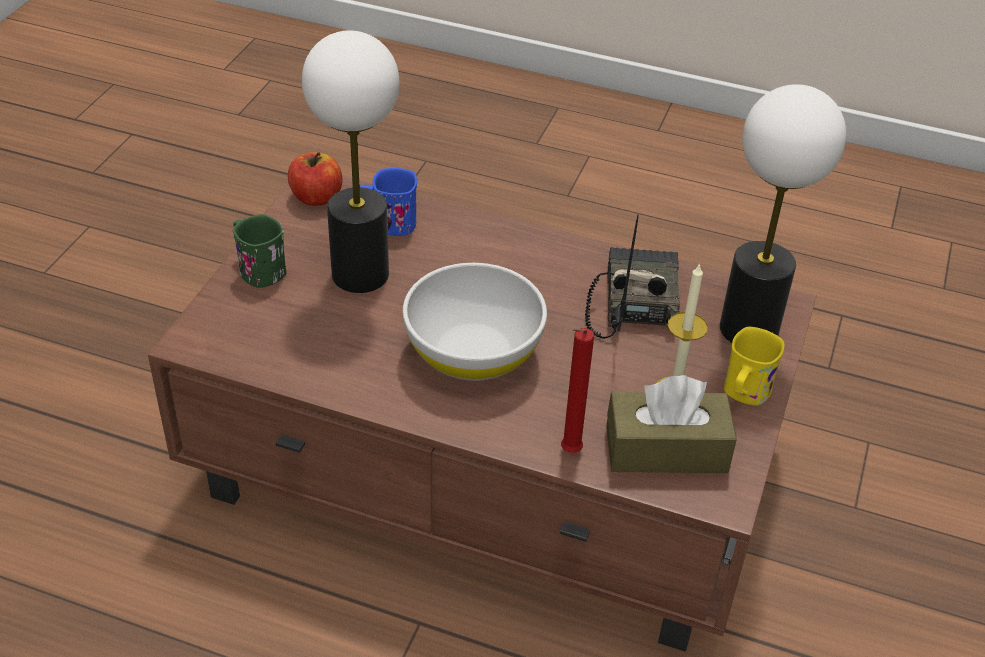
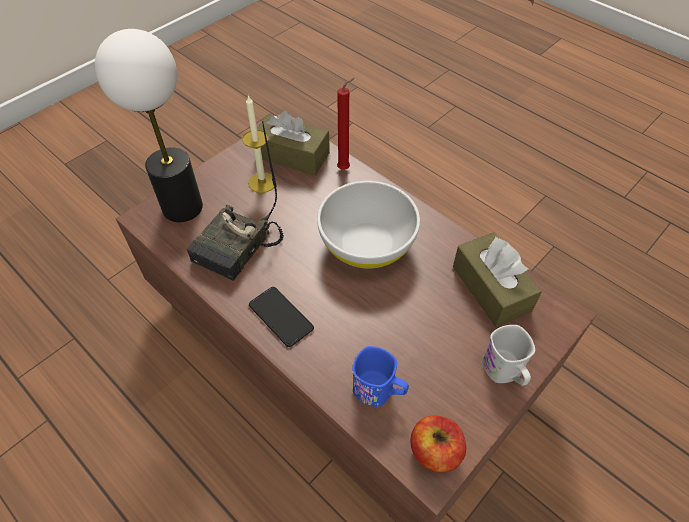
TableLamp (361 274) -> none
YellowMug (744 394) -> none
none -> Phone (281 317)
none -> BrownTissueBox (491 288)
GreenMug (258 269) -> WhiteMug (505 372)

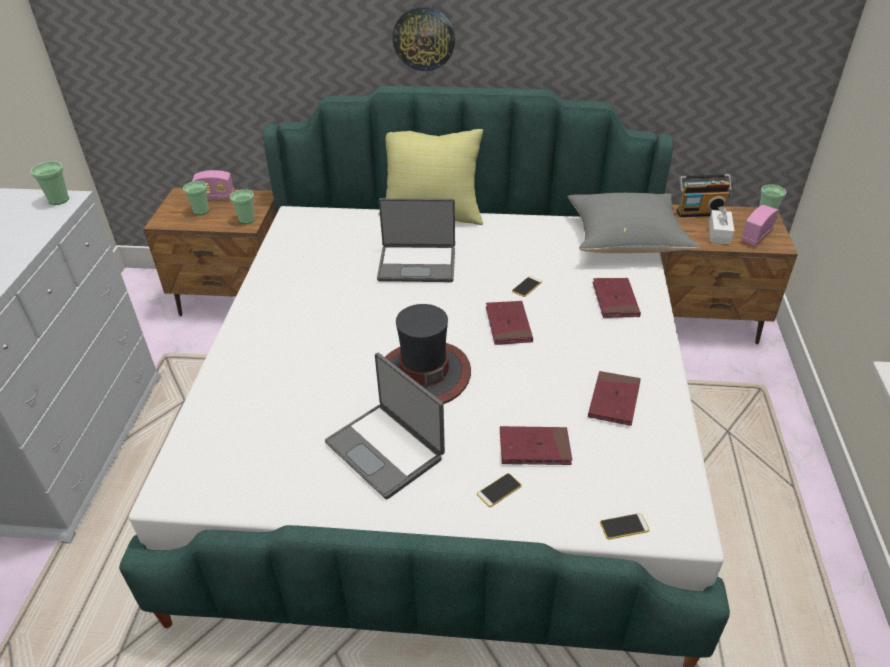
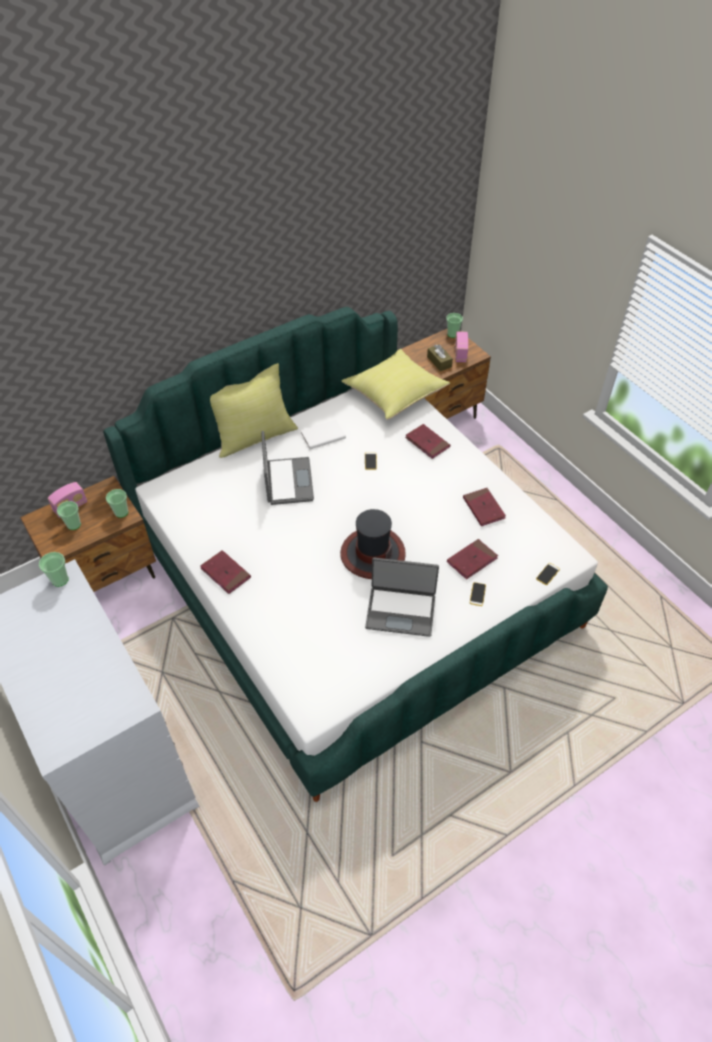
WallClock (424 38) -> none
Radio (699 211) -> none
none -> WhiteBook (322 435)
RedBook (508 325) -> RedBook (225 573), shifted
GreyPillow (626 240) -> YellowPillow (394 394)
WhiteTissueBox (719 233) -> BrownTissueBox (439 362)
Laptop (417 264) -> Laptop (287 482), 60 degrees counterclockwise

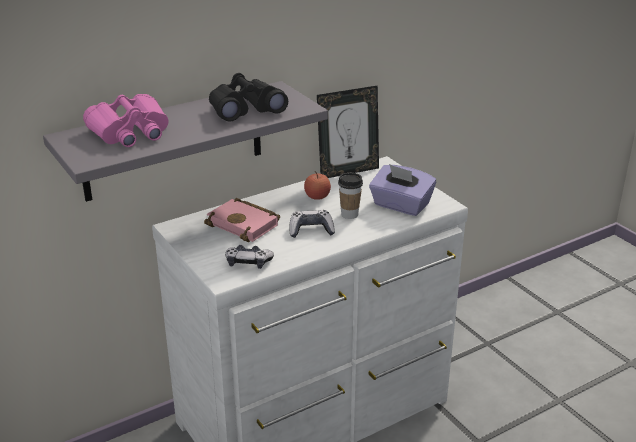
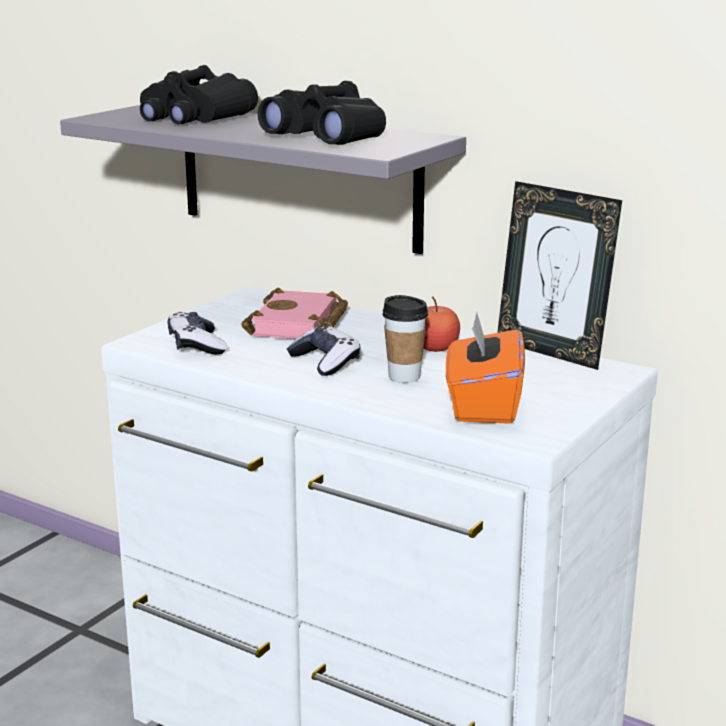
PinkBinoculars (130 132) -> BlackBinoculars (193 117)
PurpleTissueBox (401 205) -> OrangeTissueBox (483 405)

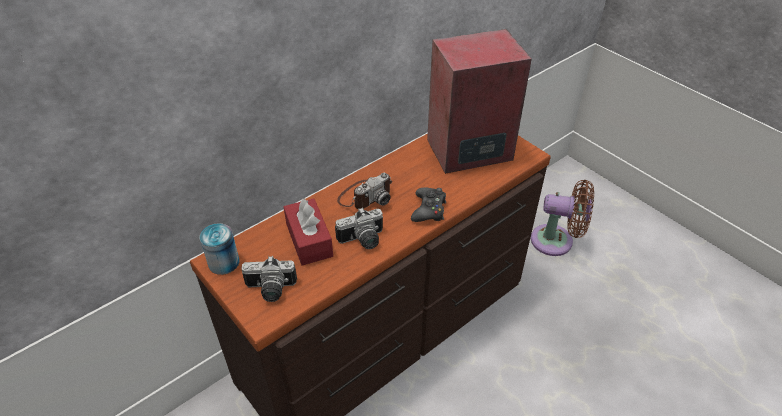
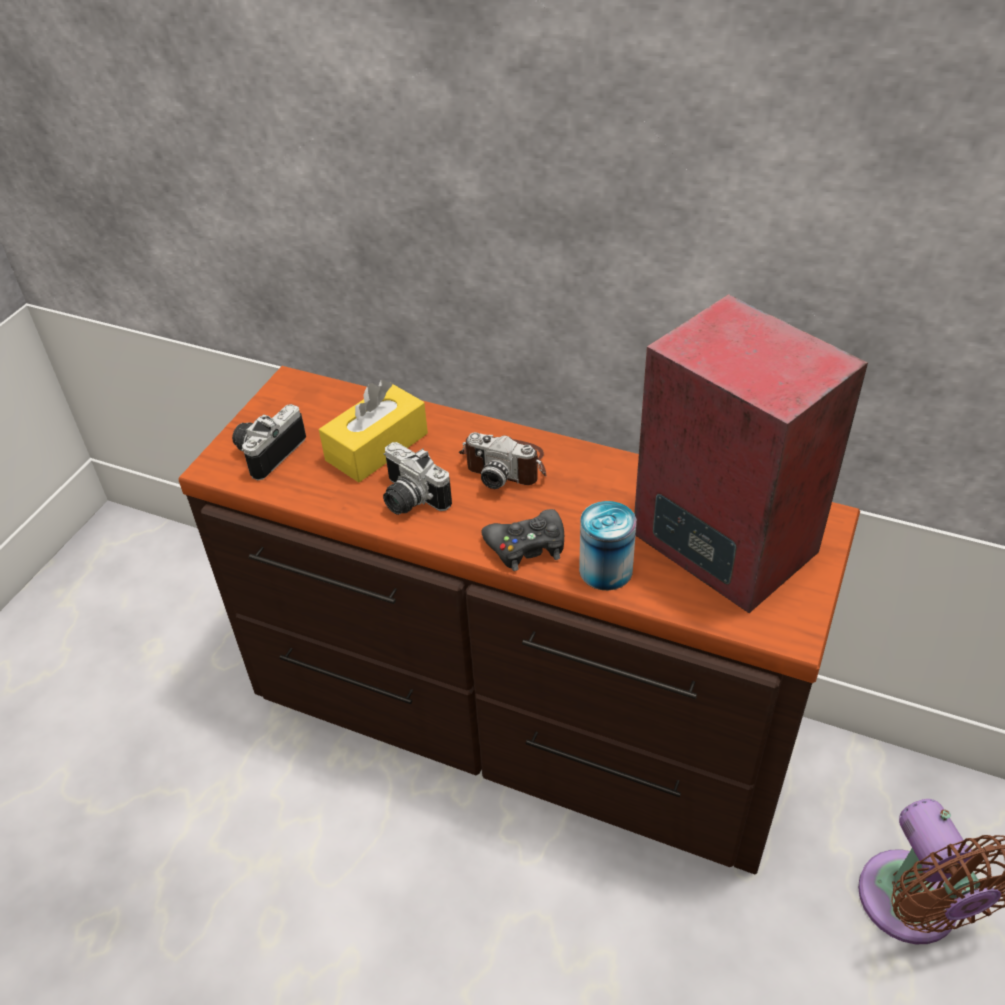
Can (224 262) -> Can (605 570), shifted
RedTissueBox (309 240) -> YellowTissueBox (377 447)
PhotoCamera (270 290) -> PhotoCamera (266 452), 60 degrees clockwise

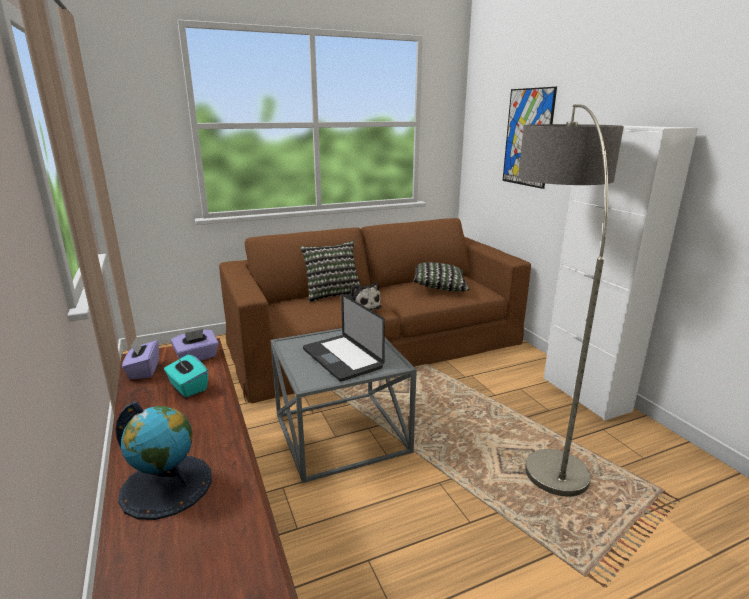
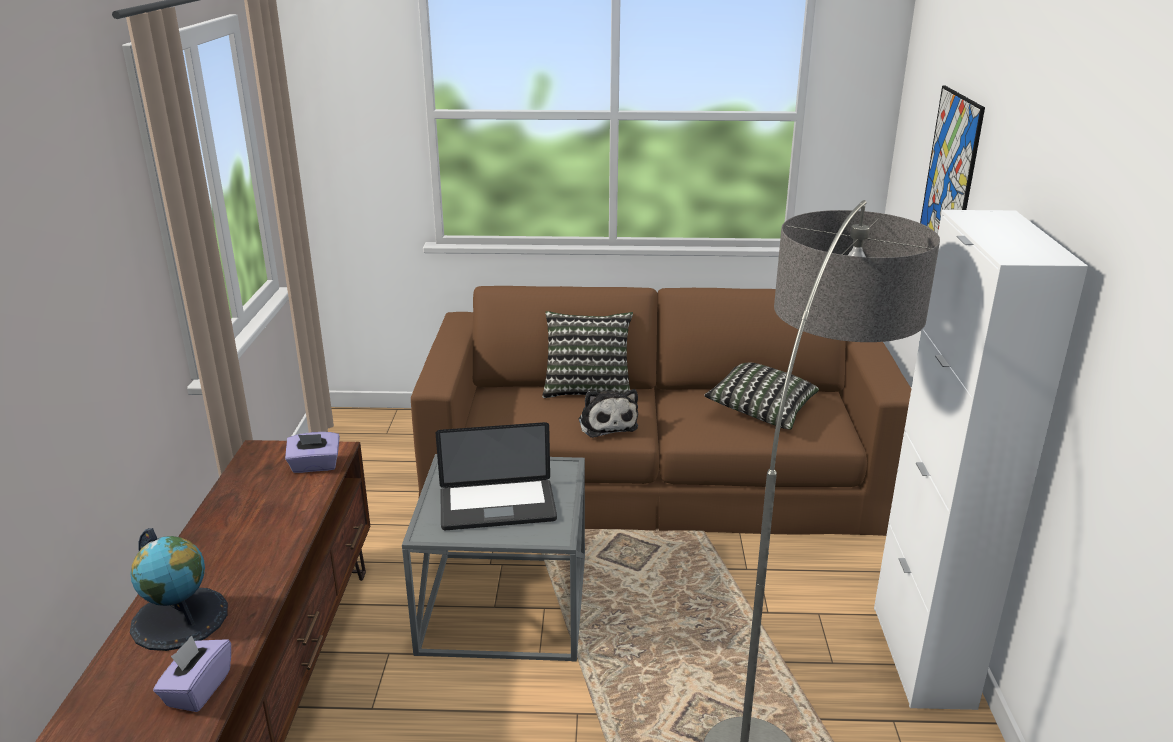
TurquoiseTissueBox (188 387) -> none
PurpleTissueBox (143 370) -> PurpleTissueBox (198 689), shifted
Laptop (342 358) -> Laptop (497 506), 90 degrees counterclockwise

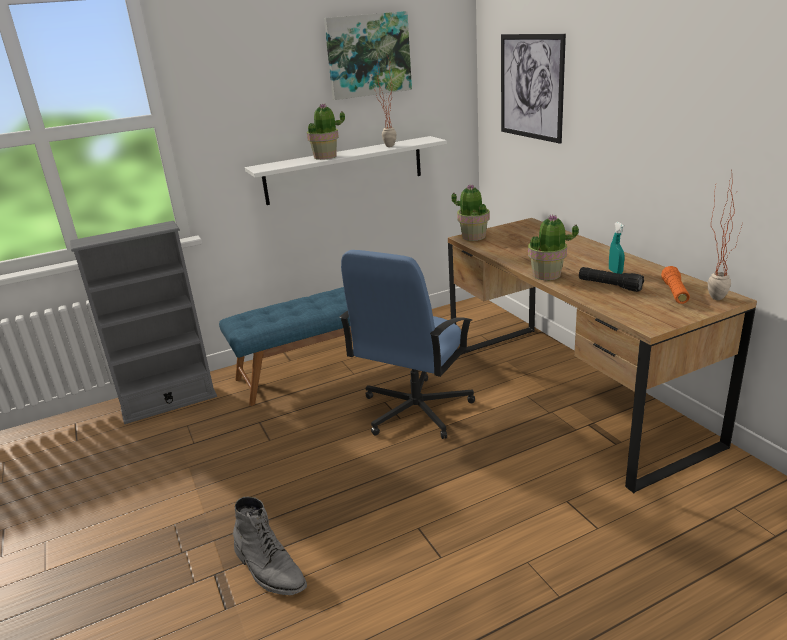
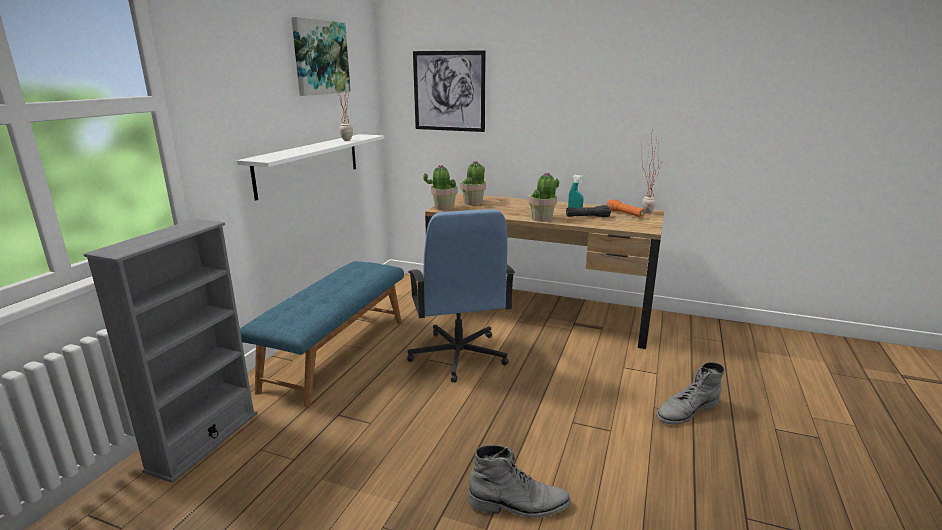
none -> GreyBoot (686 410)
PottedPlant (325 157) -> PottedPlant (473 203), shifted

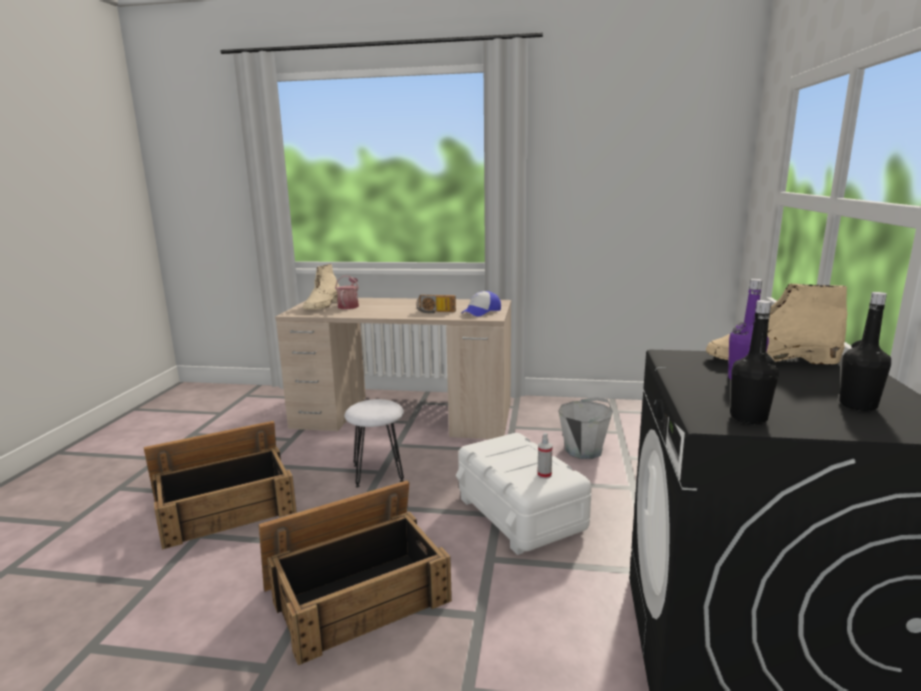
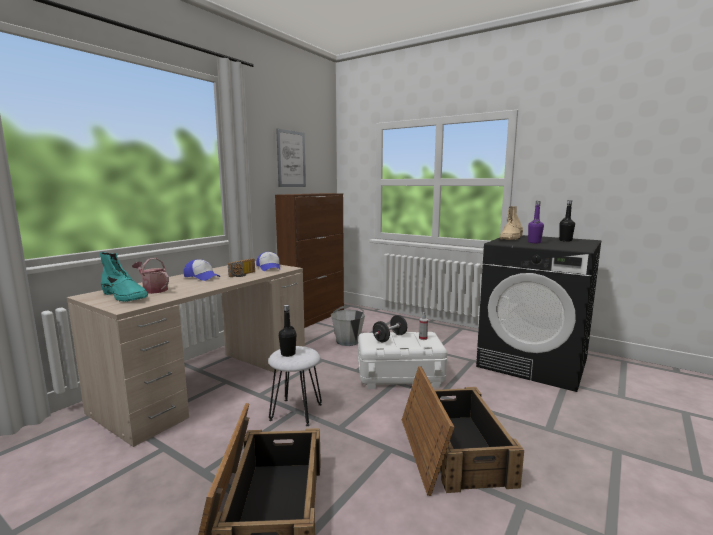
none -> Cap (202 277)
none -> BrownCabinet (314 317)
none -> Picture (291 159)
none -> BlackDumbbell (389 338)
BlackBottle (748 418) -> BlackBottle (288 354), shifted
BeigeBoot (323 305) -> TurquoiseBoot (125 296)

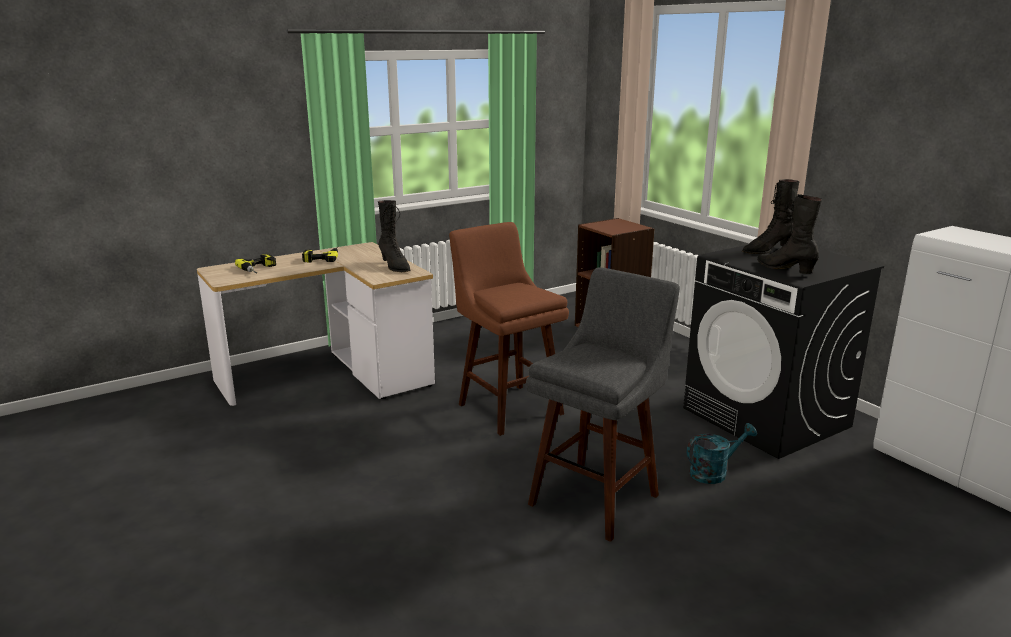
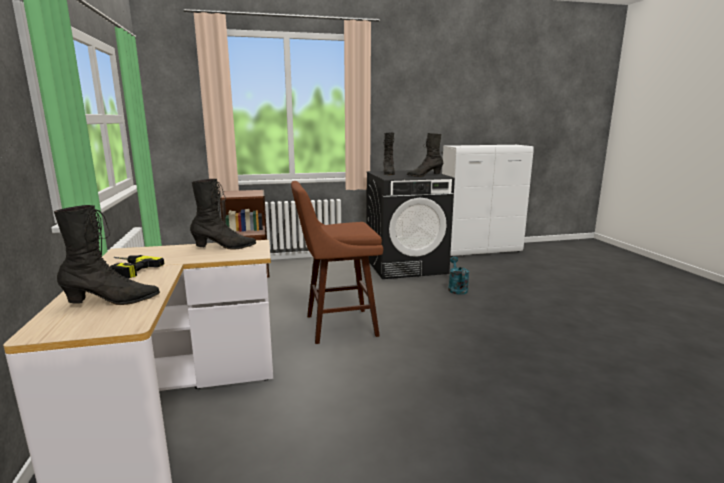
GreyStool (597 496) -> none
PowerDrill (260 269) -> BlackBoot (112 301)

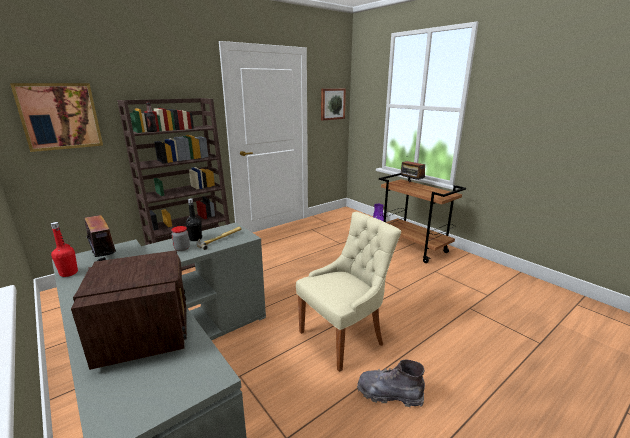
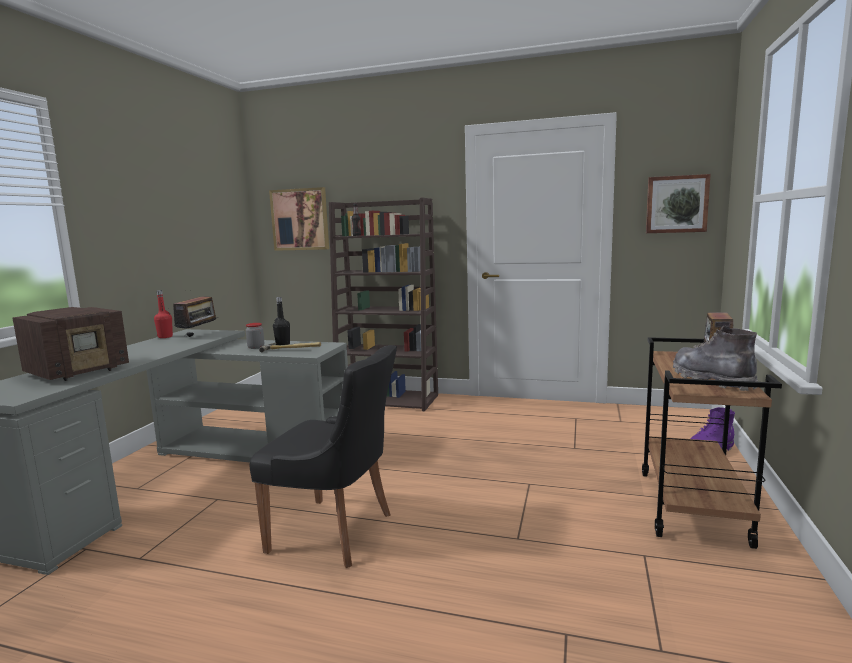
GreyBoot (389 394) -> GreyBoot (712 380), shifted
BeigeChair (344 337) -> BlackChair (336 532)

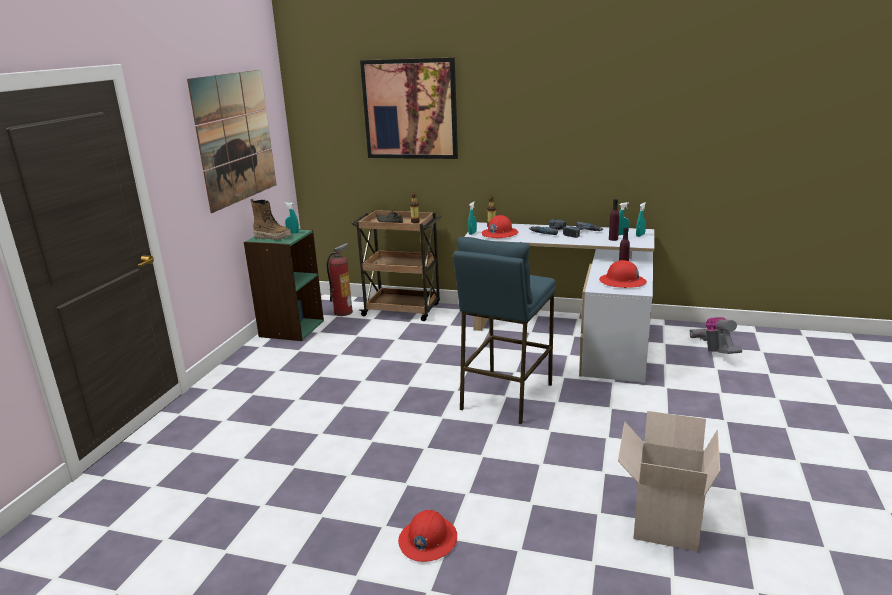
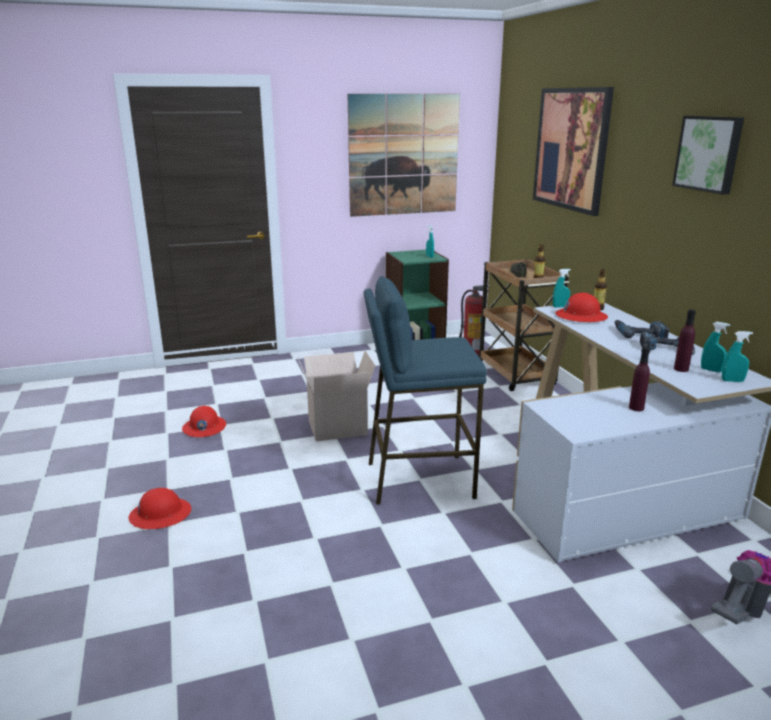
Boot (272 237) -> none
none -> Picture (709 153)
RedHardHat (622 282) -> RedHardHat (204 428), shifted
CardboardBox (663 520) -> CardboardBox (338 426), shifted

